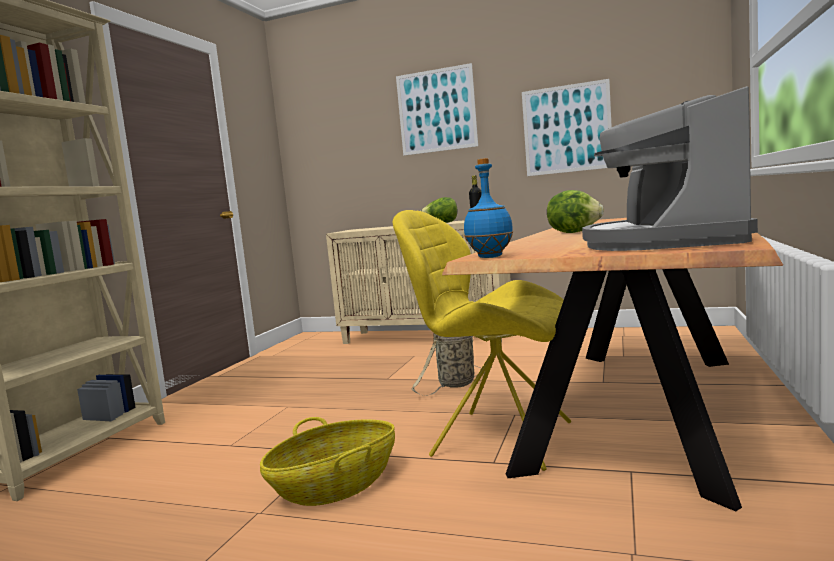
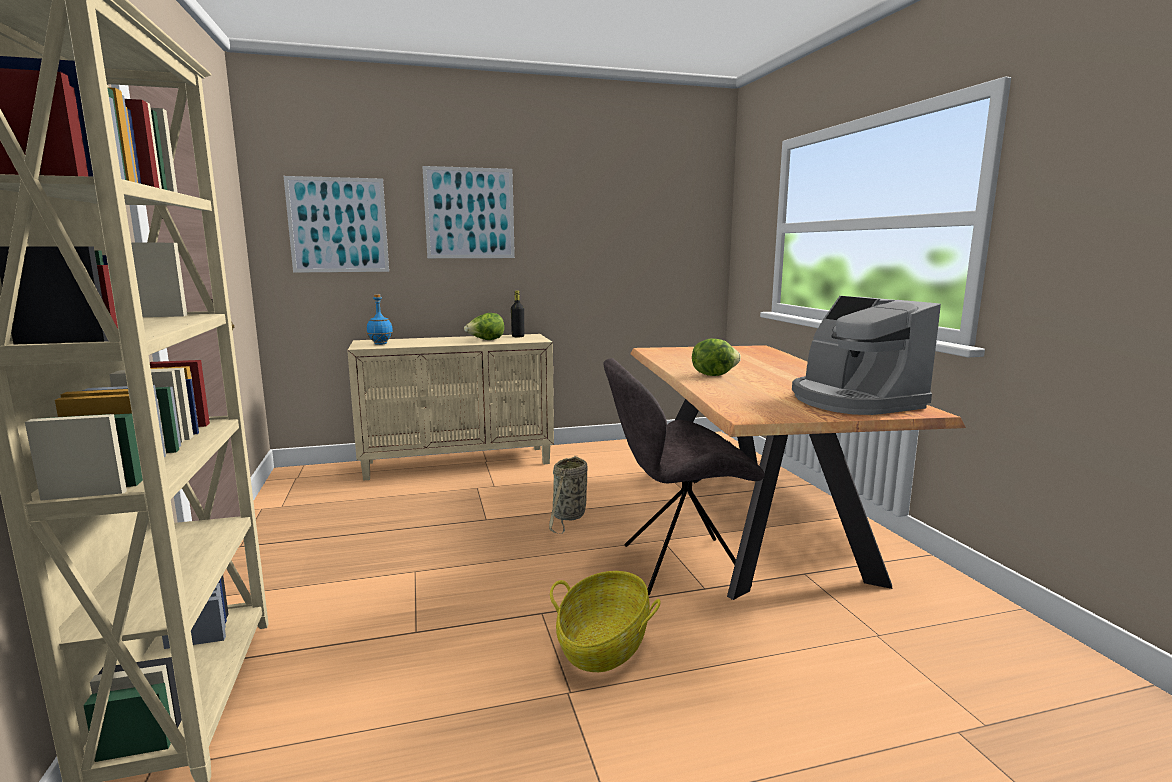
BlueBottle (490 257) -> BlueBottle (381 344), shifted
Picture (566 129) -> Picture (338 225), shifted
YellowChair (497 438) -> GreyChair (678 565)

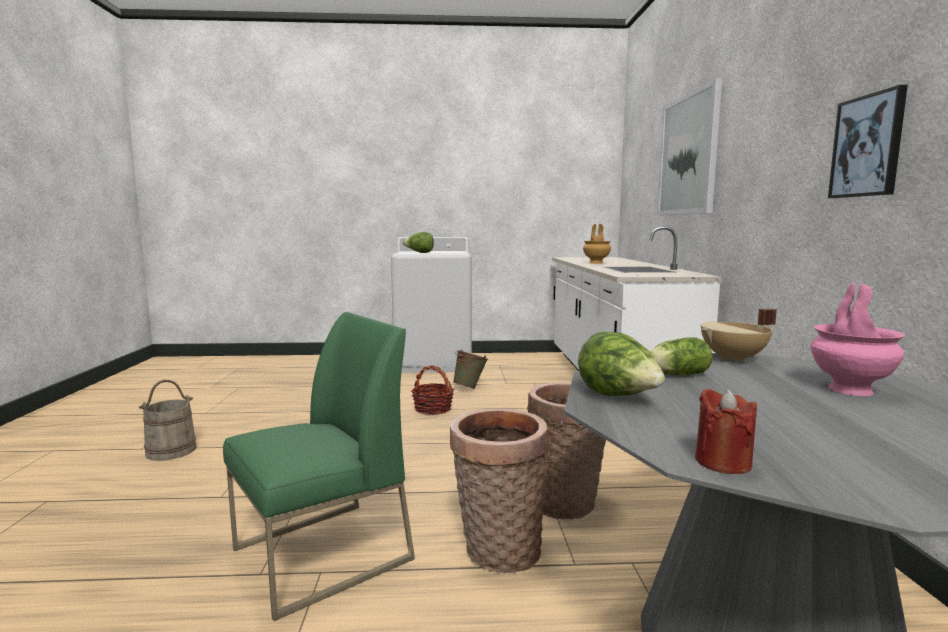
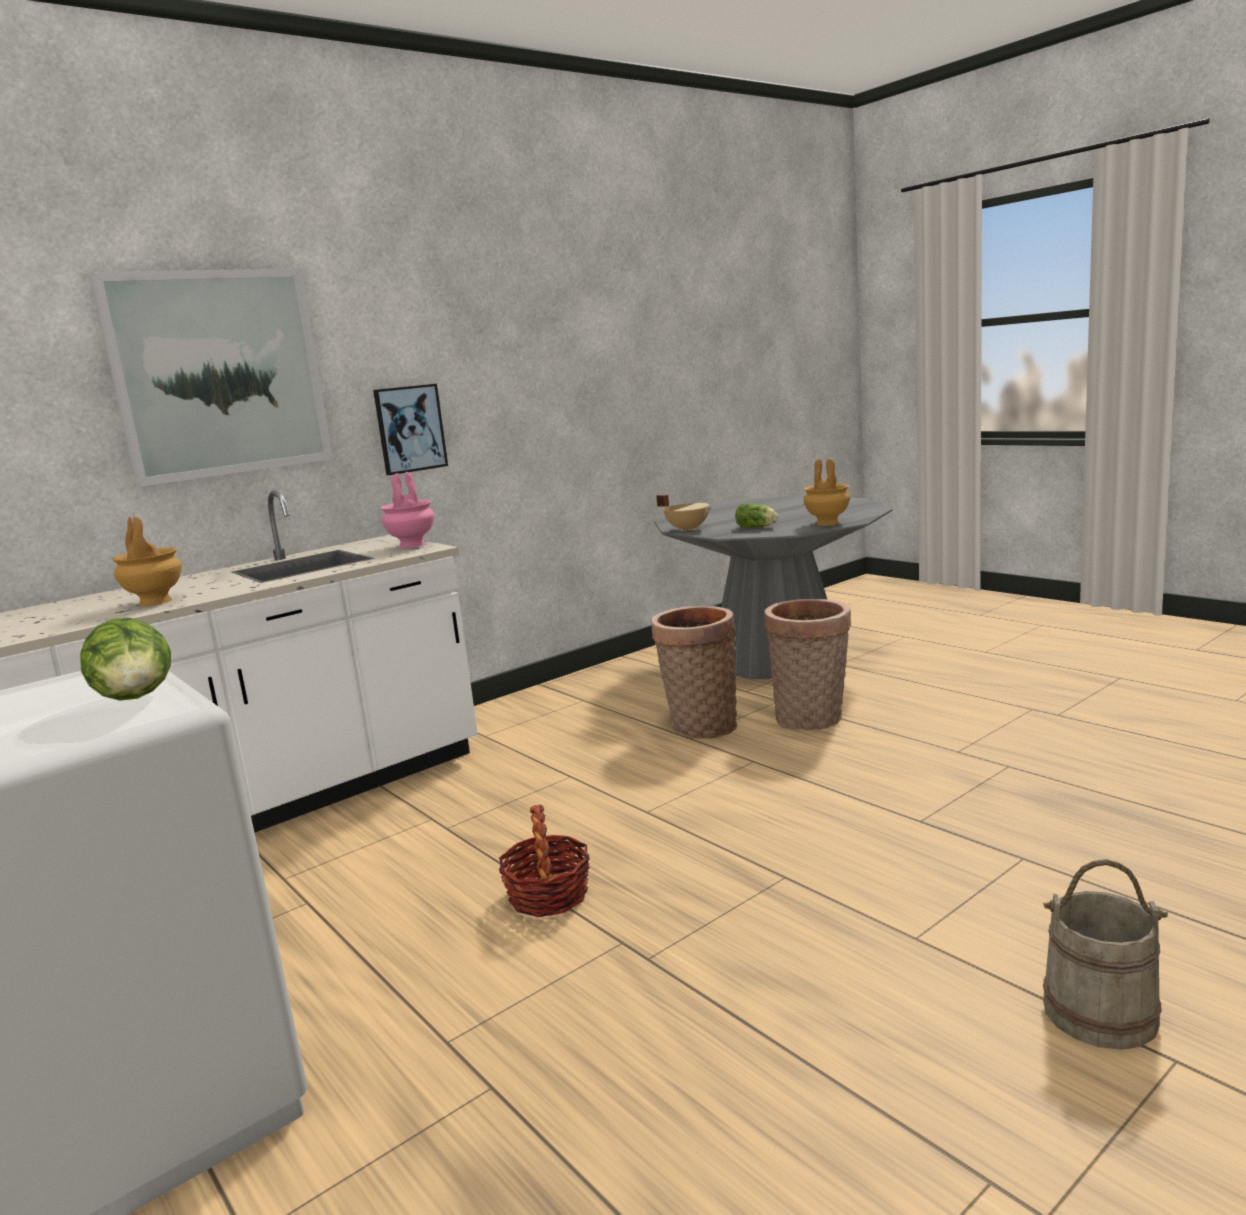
GreenChair (321 555) -> none
GreenBucket (470 388) -> none
RedCandle (722 462) -> none
PinkVase (849 389) -> PinkVase (411 545), shifted
Picture (868 146) -> Picture (410 429), shifted
Lettuce (618 397) -> BrownVase (826 523)

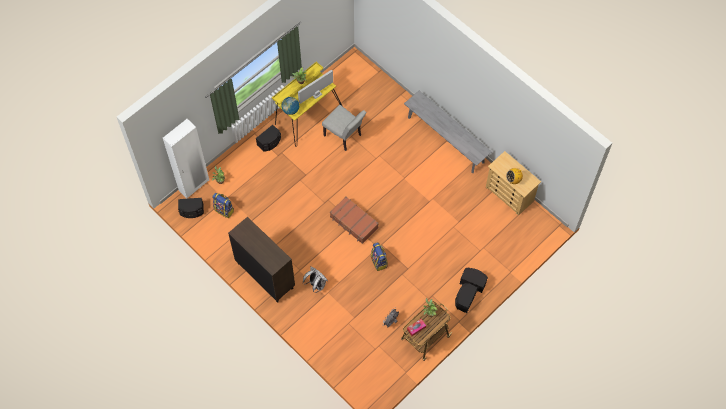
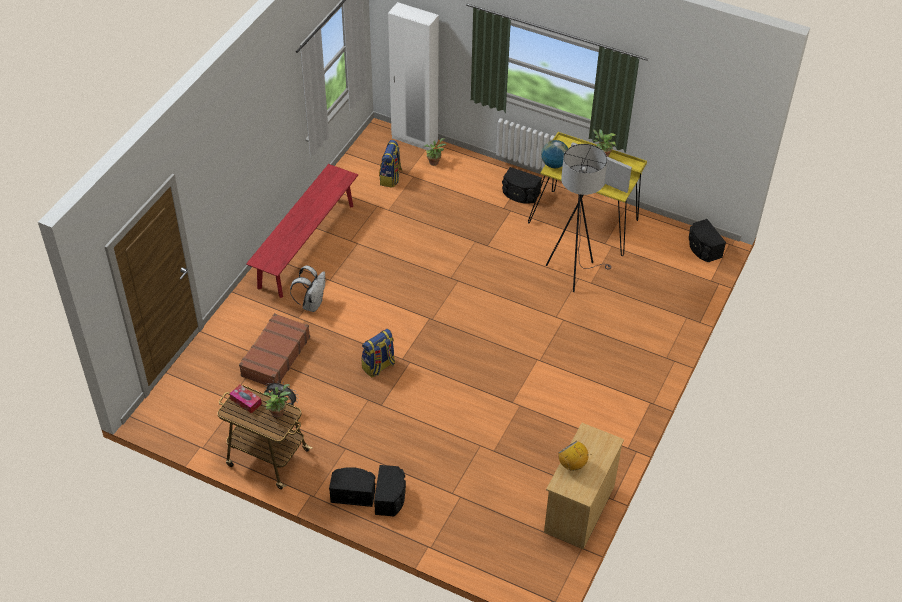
GreyBench (445 140) -> none
BlackSpeaker (191 211) -> BlackSpeaker (703 249), shifted
BrownSuitcase (354 222) -> BrownSuitcase (275 356), shifted
BrownCabinet (265 275) -> RedBench (306 245)
GreyChair (344 137) -> GreyFloorLamp (573 271)

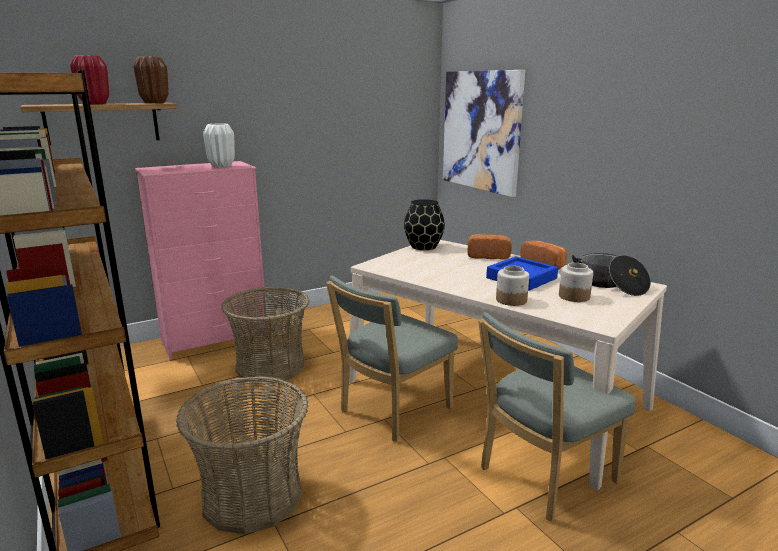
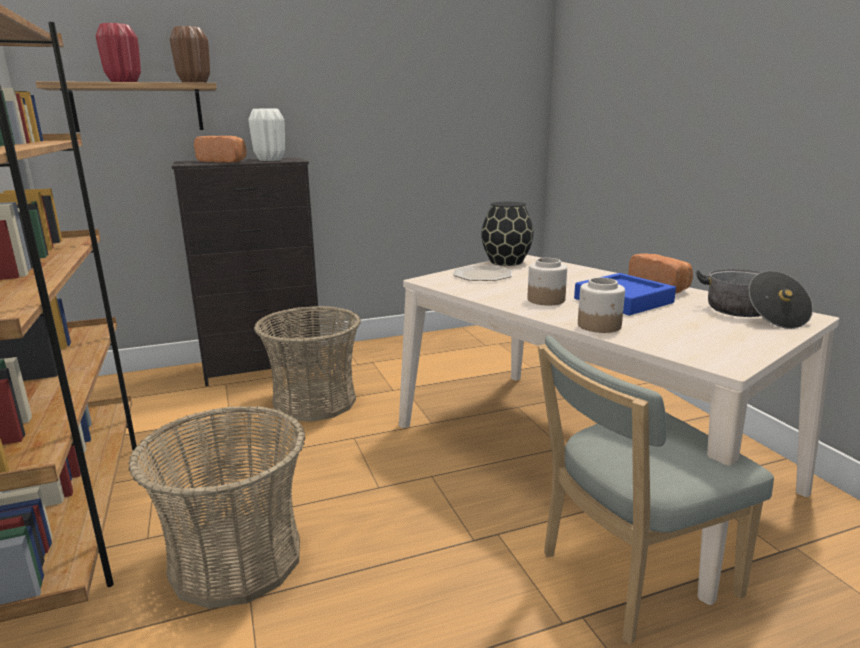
GreyChair (391 411) -> none
Picture (481 131) -> none
none -> Plate (482 275)
Bread (488 256) -> Bread (224 162), shifted
Jar (573 296) -> Jar (545 300), shifted
PinkDresser (216 339) -> BlackDresser (264 367)

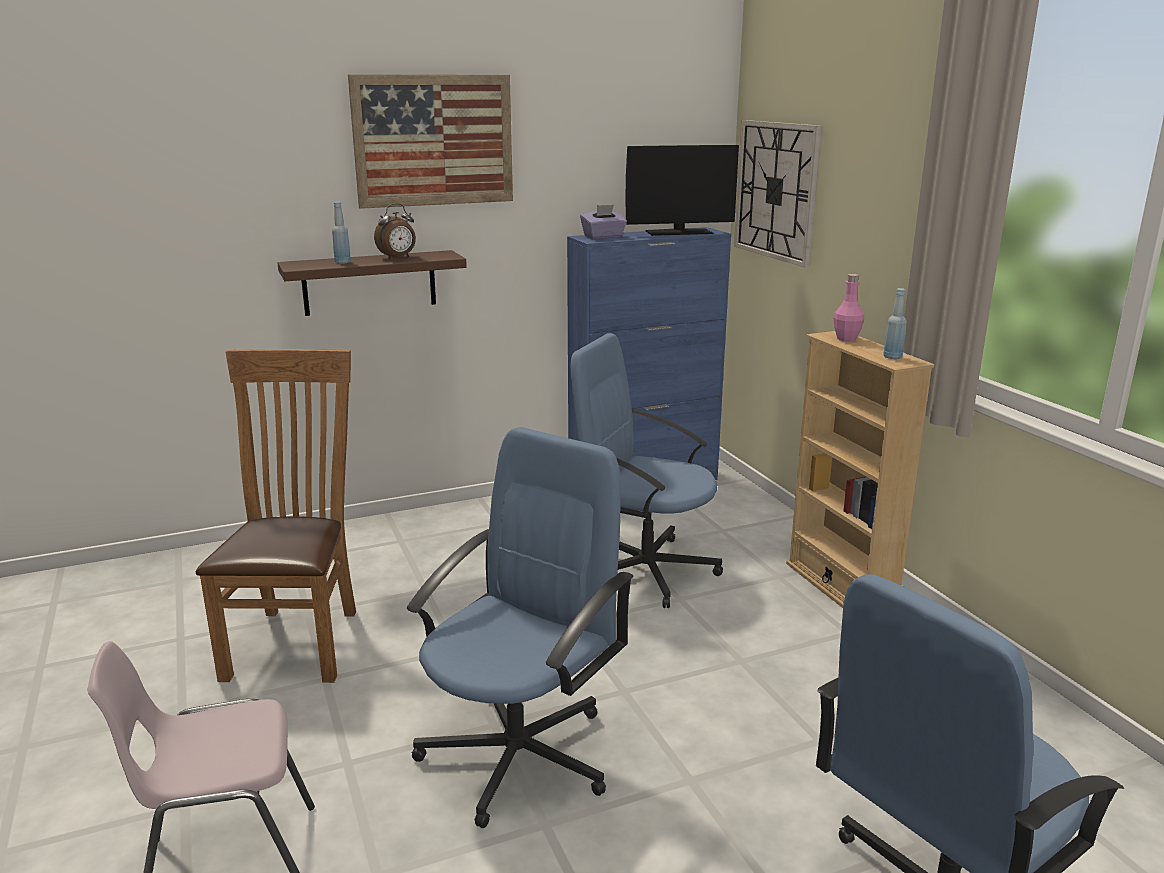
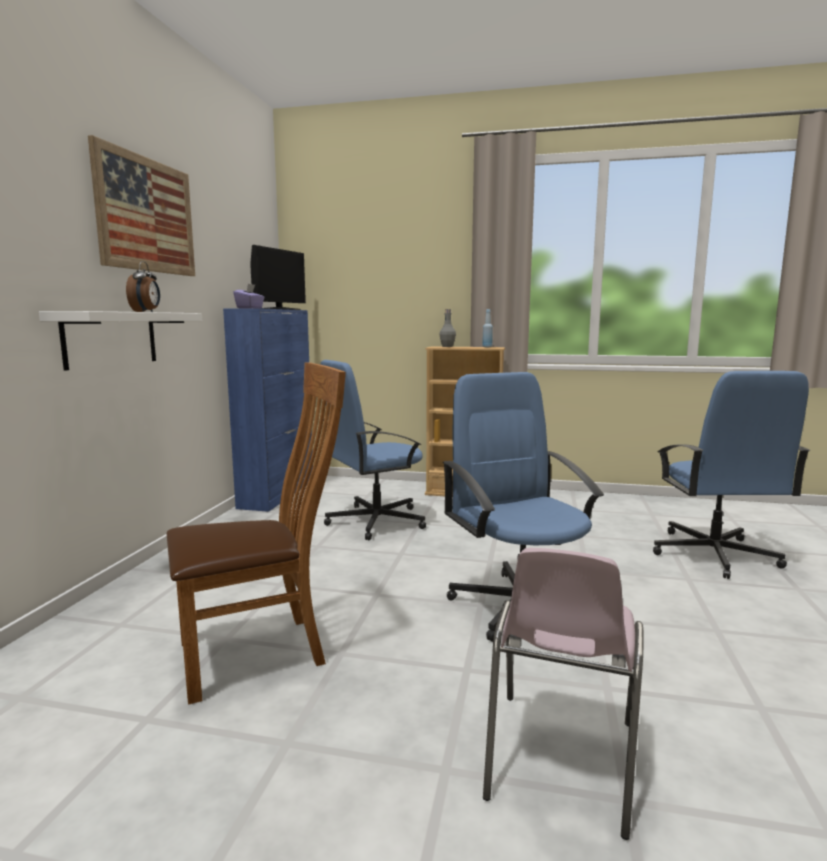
BlueBottle (342 262) -> none
WallClock (776 191) -> none
BrownShelf (369 282) -> WhiteShelf (111 339)
PinkBottle (846 339) -> GreyBottle (447 346)
BrownChair (298 639) -> BrownChair (261 652), 120 degrees clockwise

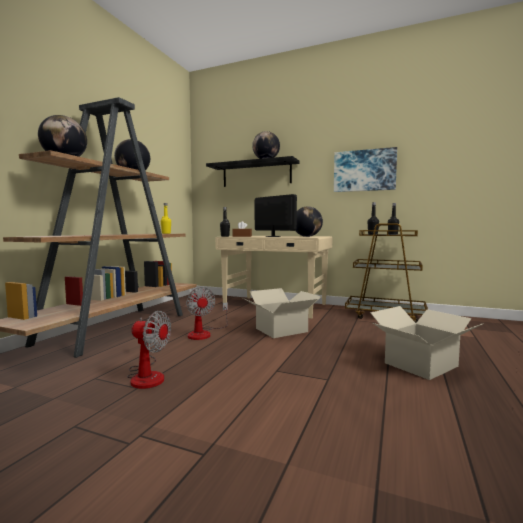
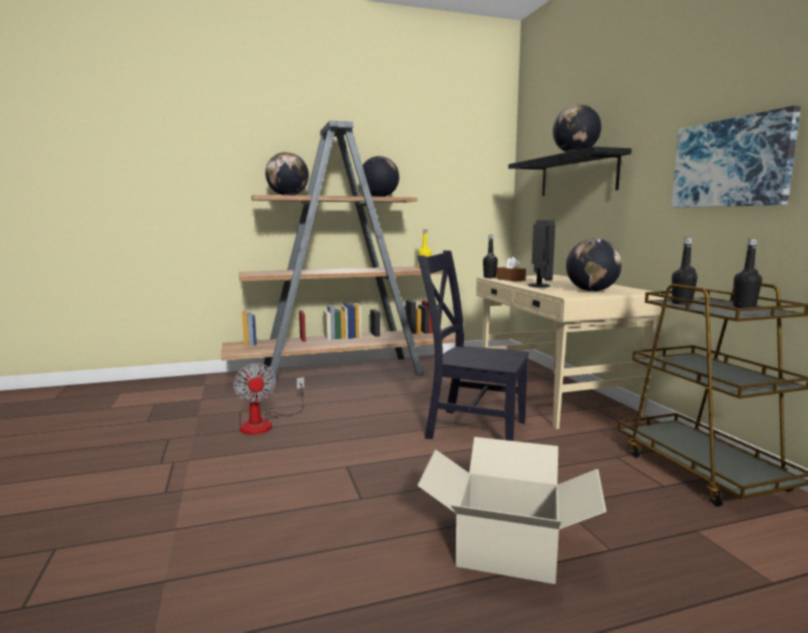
Fan (204 333) -> none
CardboardBox (281 330) -> BlackChair (471 428)

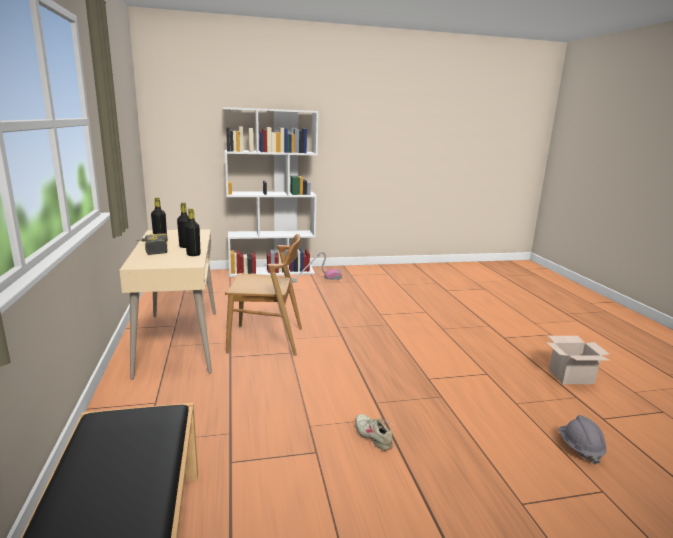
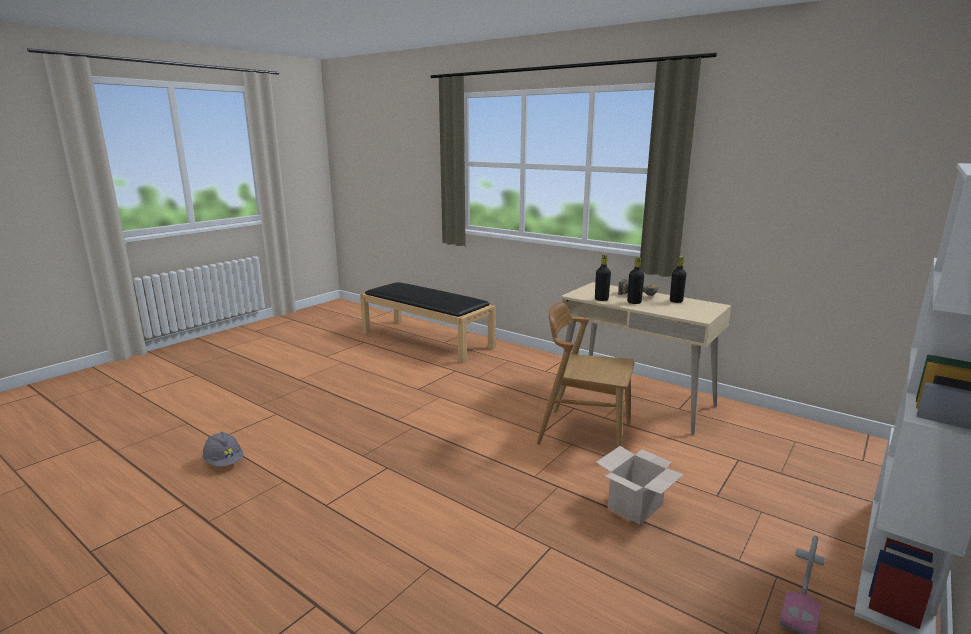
BeigeShoe (373 436) -> none
CardboardBox (571 376) -> CardboardBox (635 507), shifted
BrownChair (266 340) -> BrownChair (584 433), 60 degrees clockwise

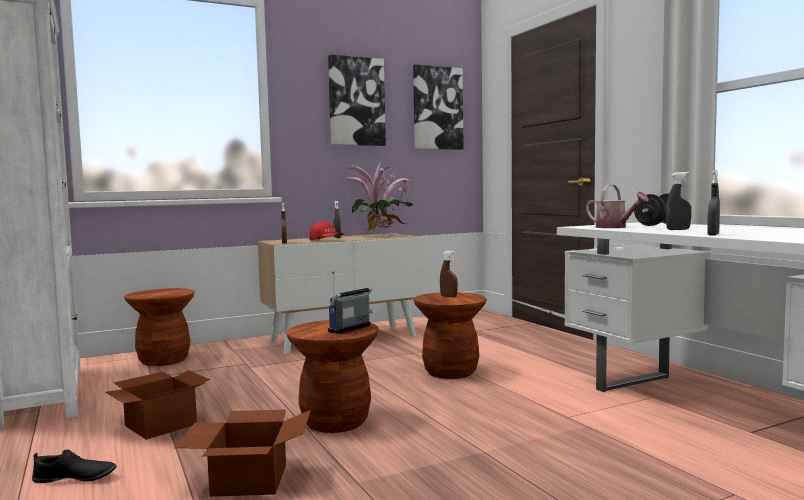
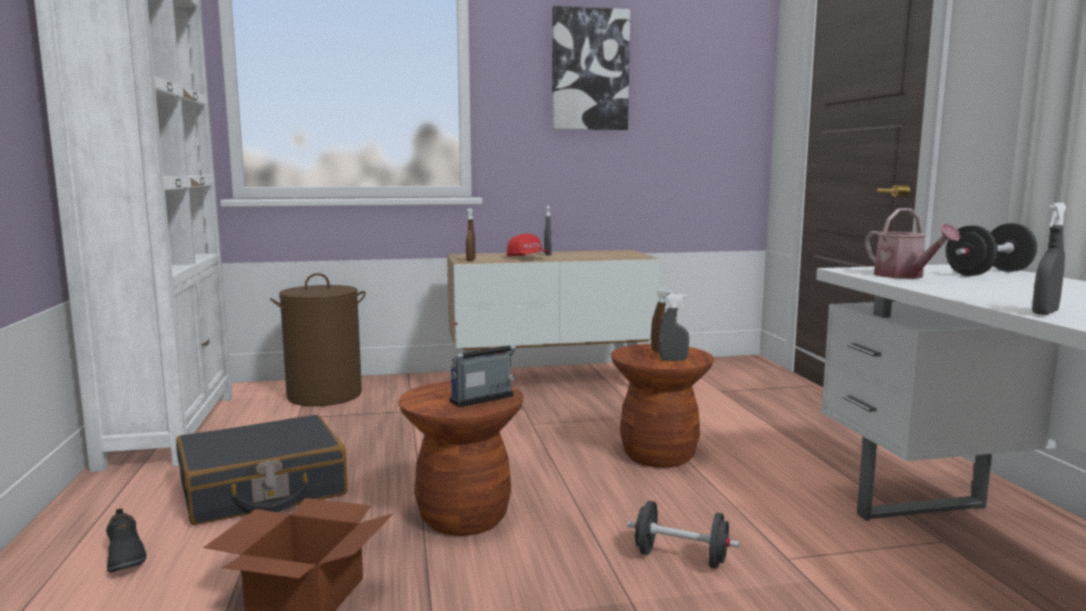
PottedPlant (382 235) -> none
Picture (437 108) -> none
none -> BlackDumbbell (681 558)
GreySprayBottle (678 229) -> GreySprayBottle (673 360), shifted
CardboardBox (161 424) -> BlackSuitcase (263 490)
BrownStool (164 360) -> BrownLaundryBasket (325 395)
BlackShoe (75 478) -> BlackShoe (124 556), 45 degrees clockwise

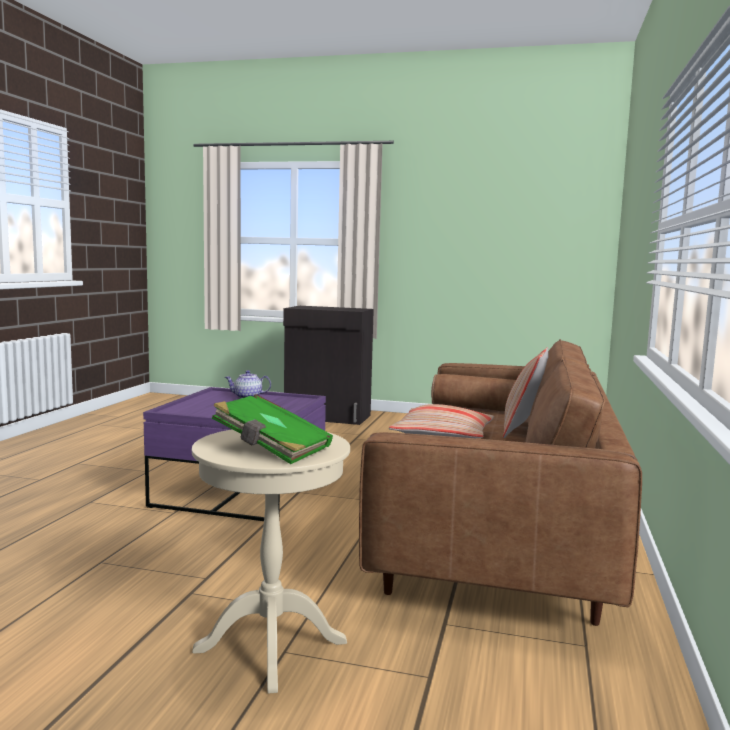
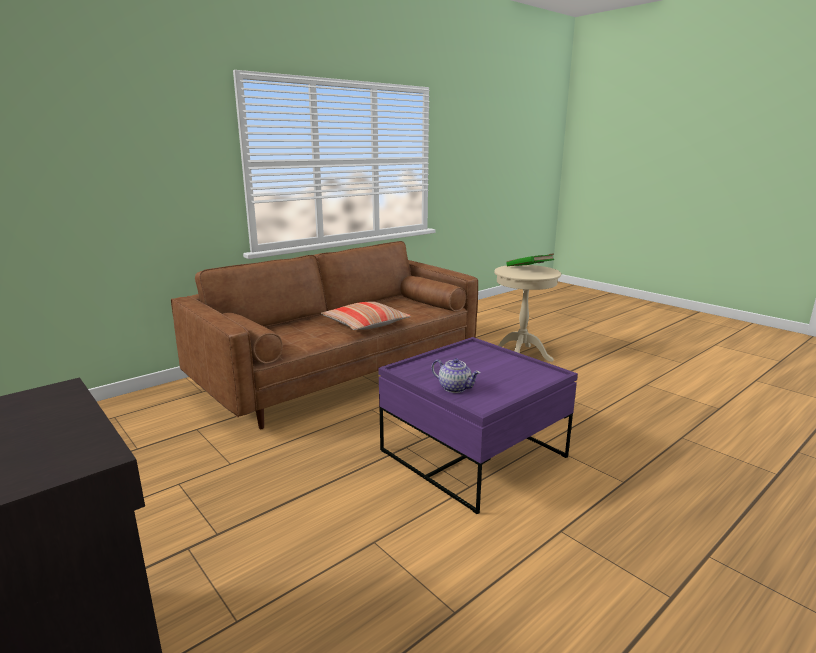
Pillow (523 429) -> none

